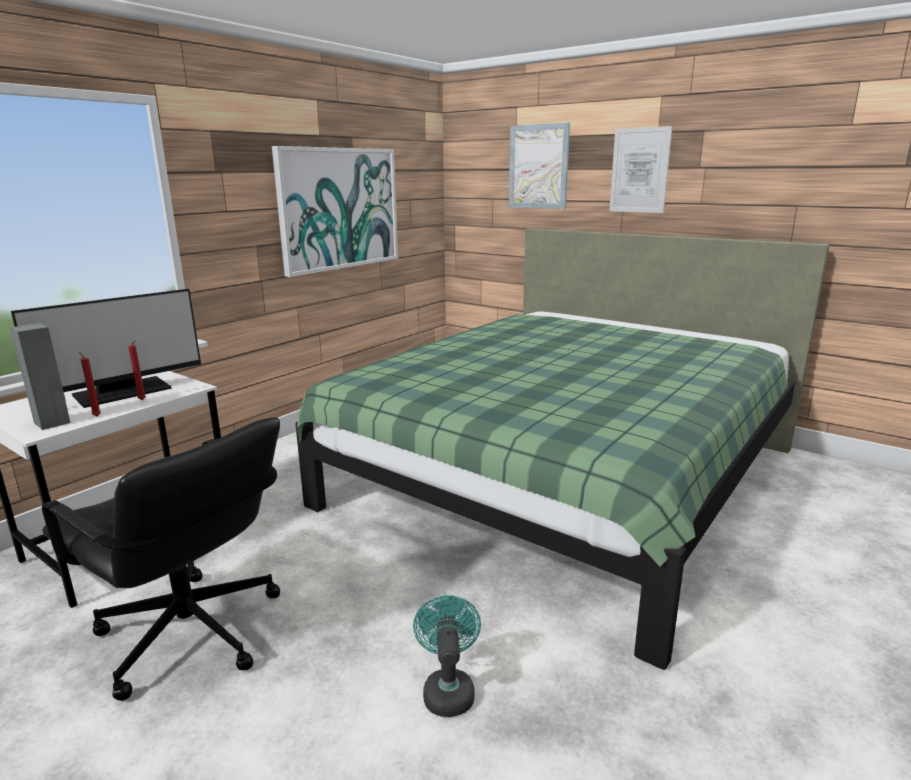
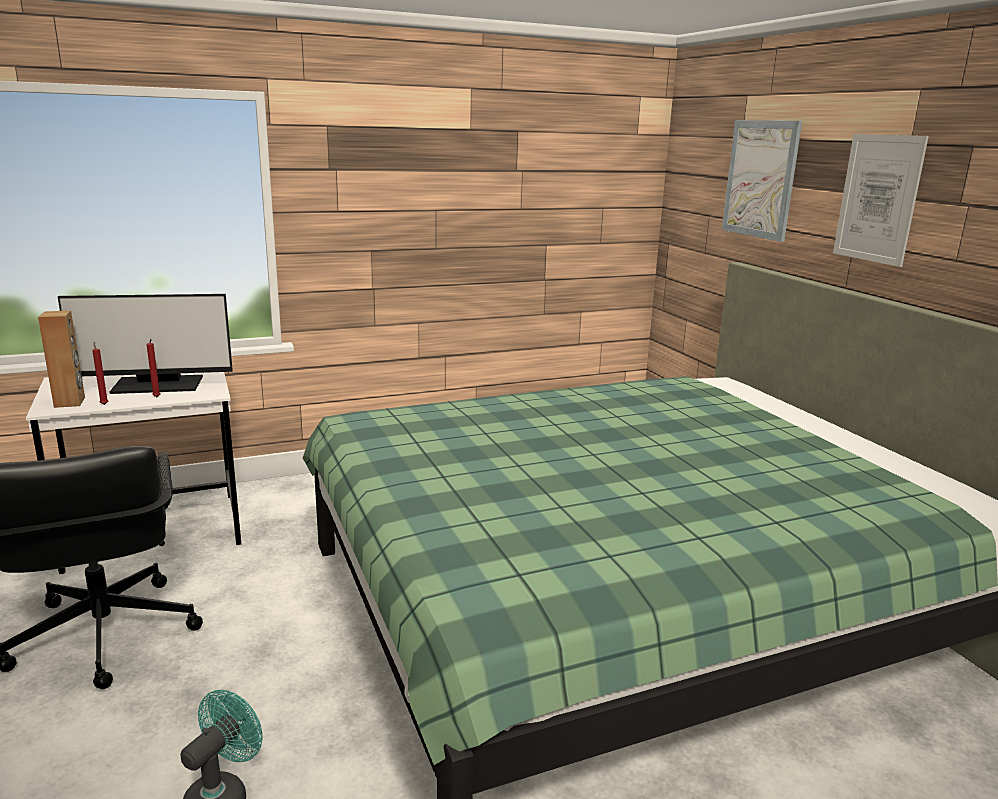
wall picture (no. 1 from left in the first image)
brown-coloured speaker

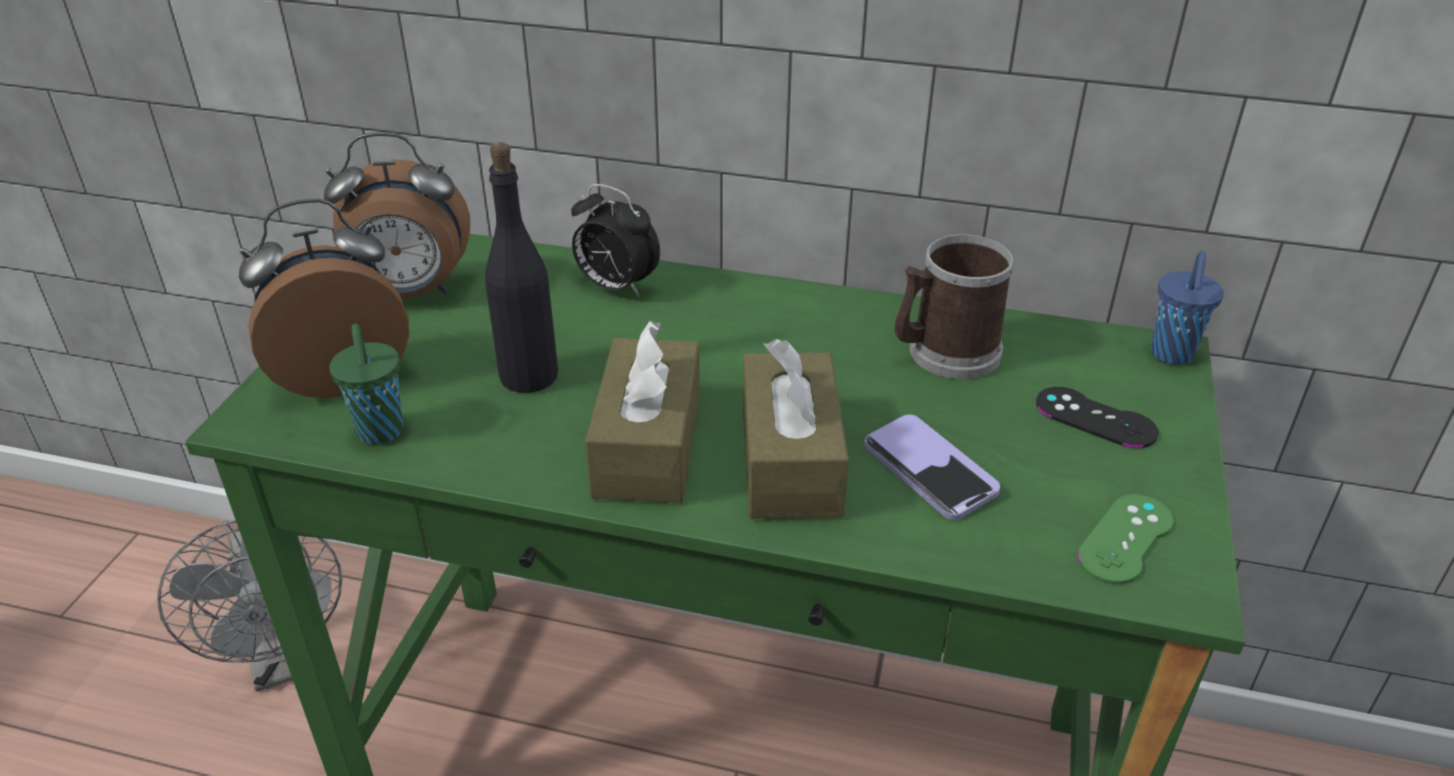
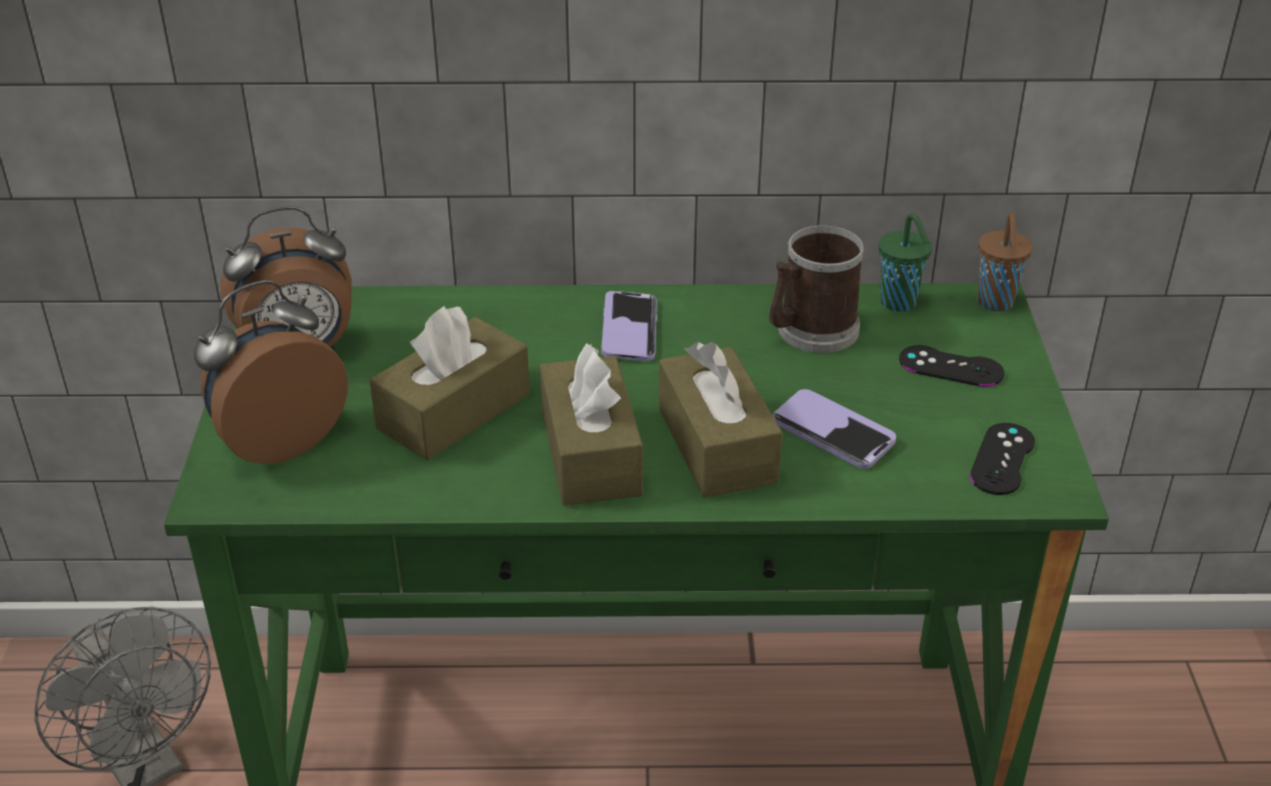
alarm clock (no. 3 from left in the first image)
handset (no. 1 from left)
green small cup
brown-coloured tissue holder (no. 1 from left)
black-coloured game controller (no. 2 from left)
brown-coloured small cup

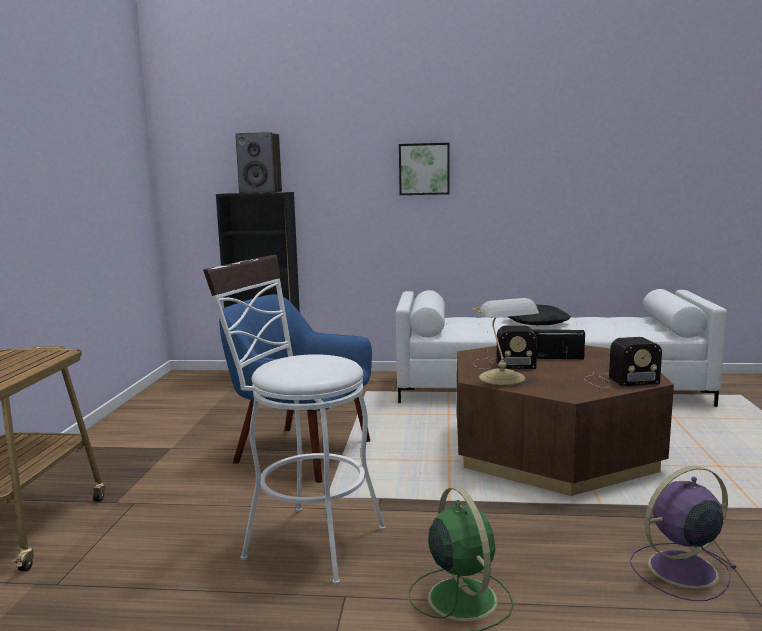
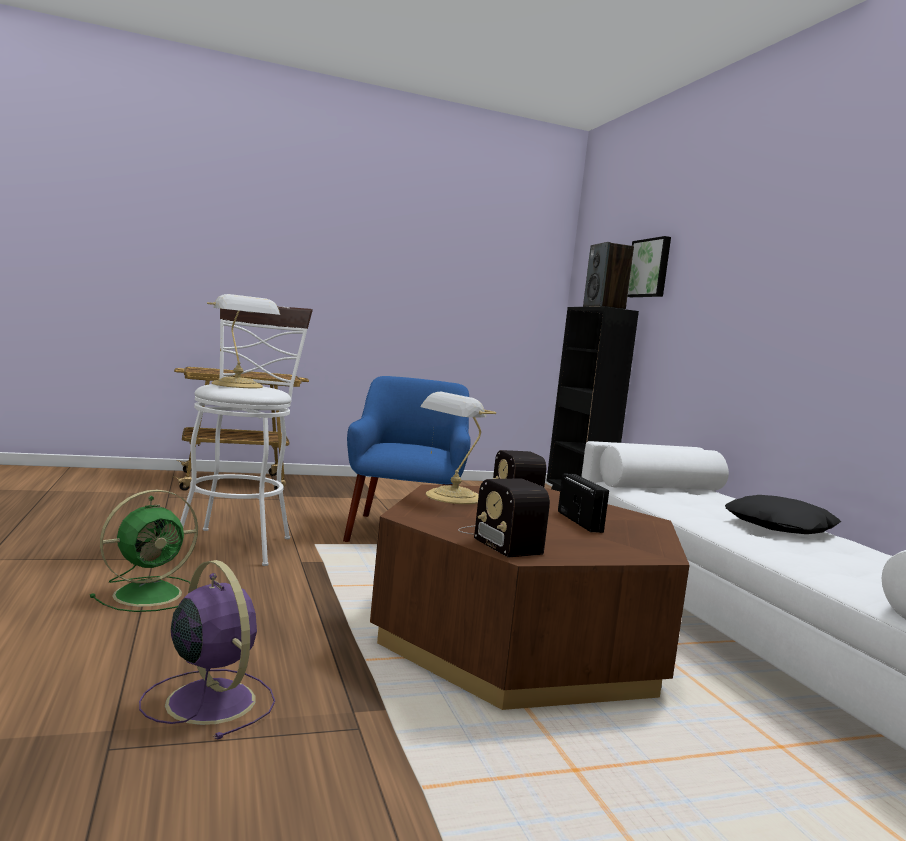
table lamp (no. 1 from left)
wall picture

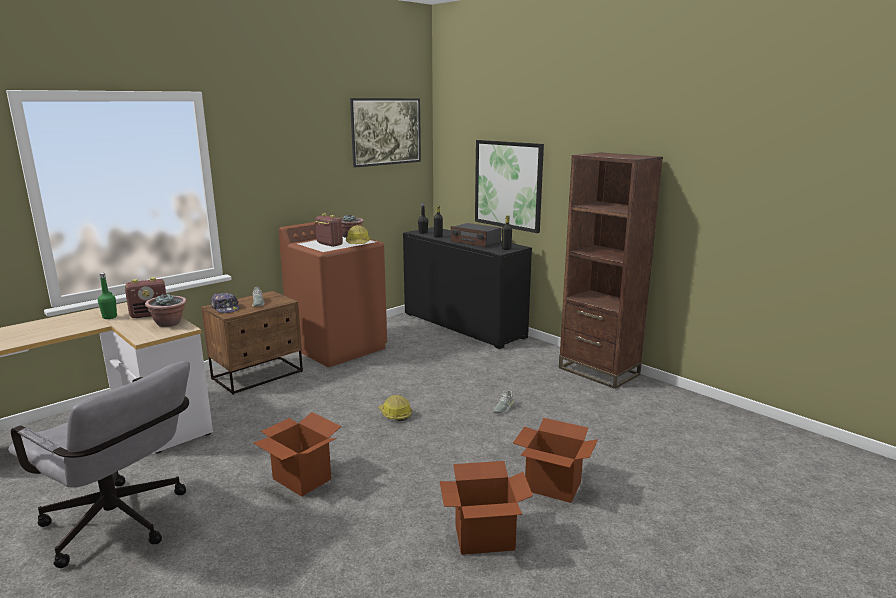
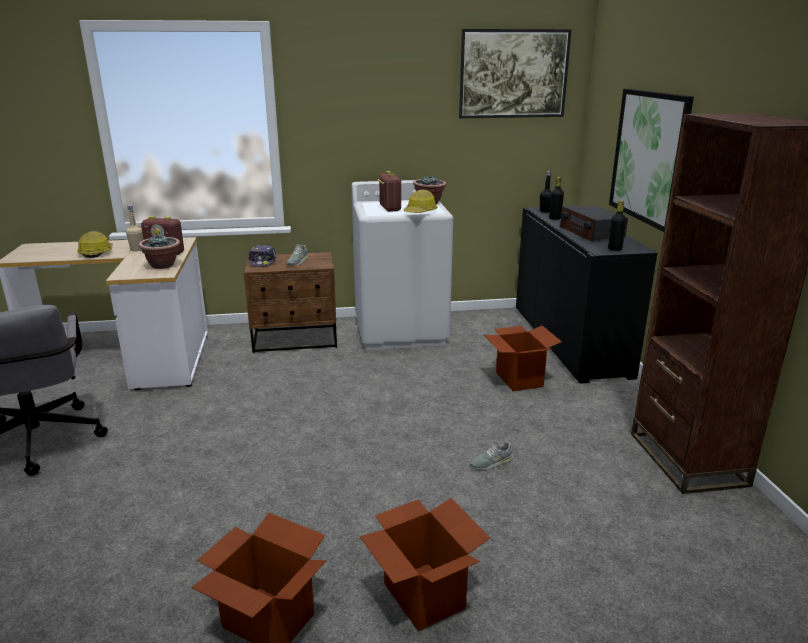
packing box (no. 3 from left)
work helmet (no. 1 from left)
beige beverage bottle
white washing machine

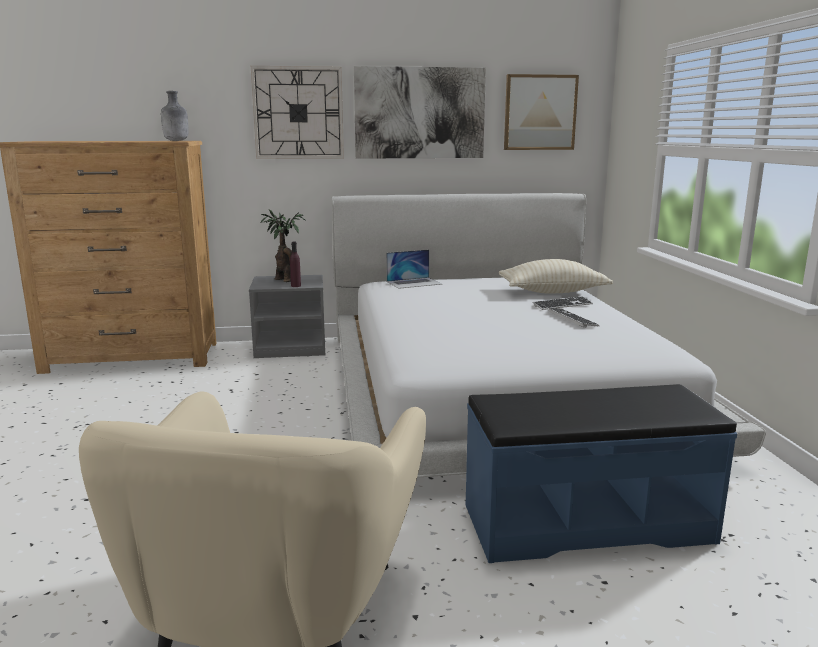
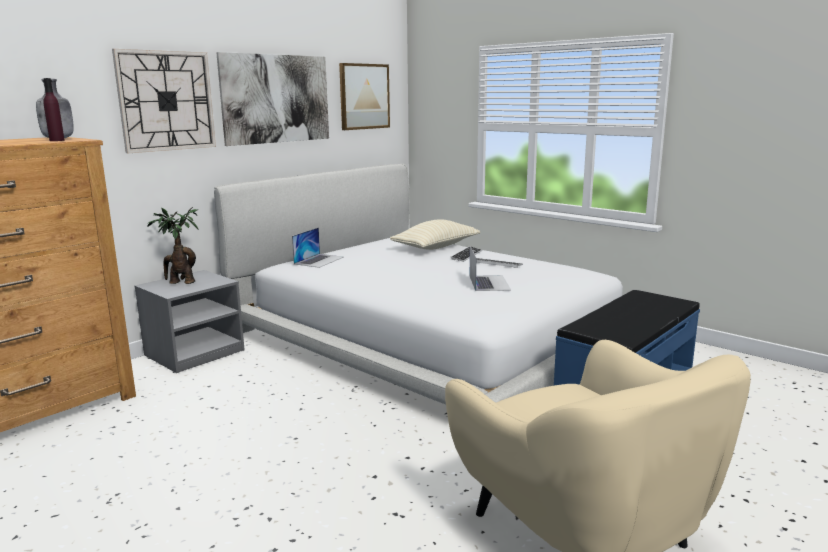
portable computer (no. 2 from left)
purple-coloured beverage bottle

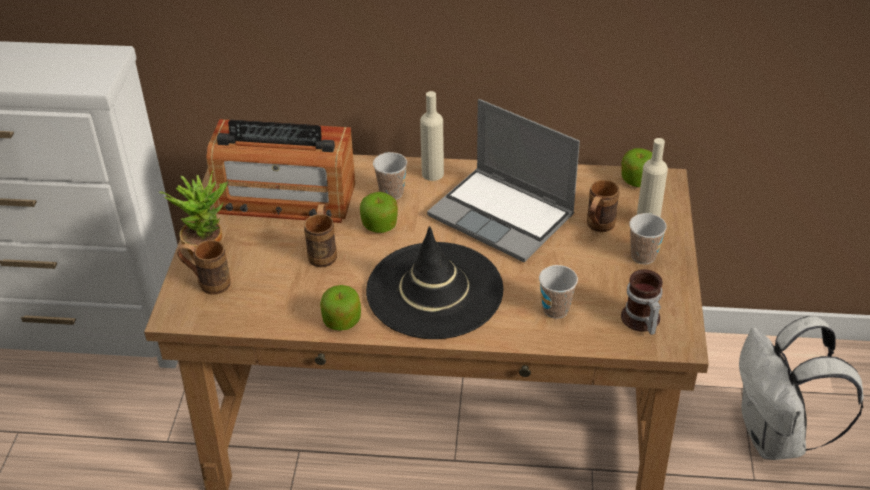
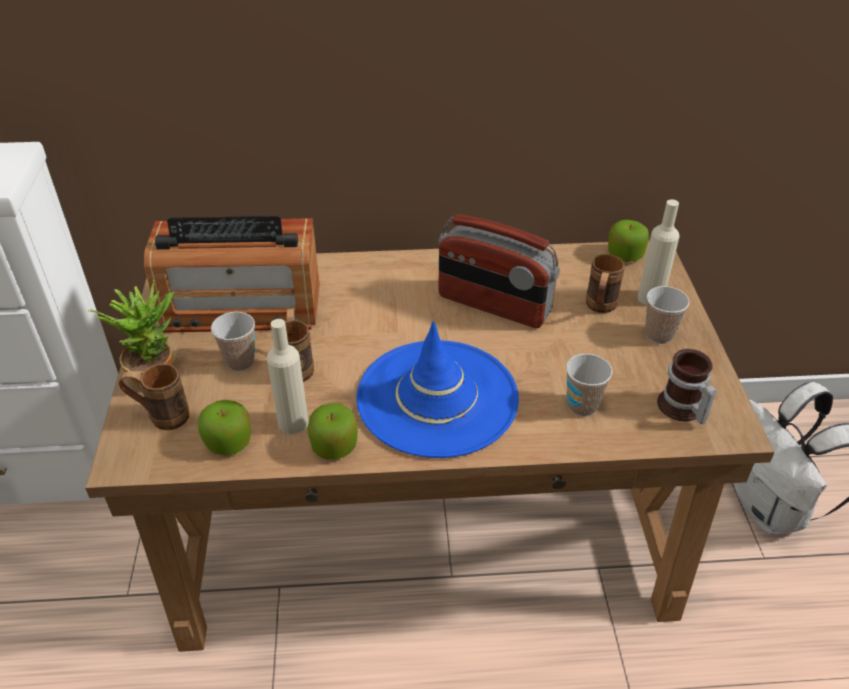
whole apple (no. 1 from left)
small cup (no. 1 from left)
beige beverage bottle (no. 1 from left)
radio receiver (no. 2 from left)
bluish wearable hat

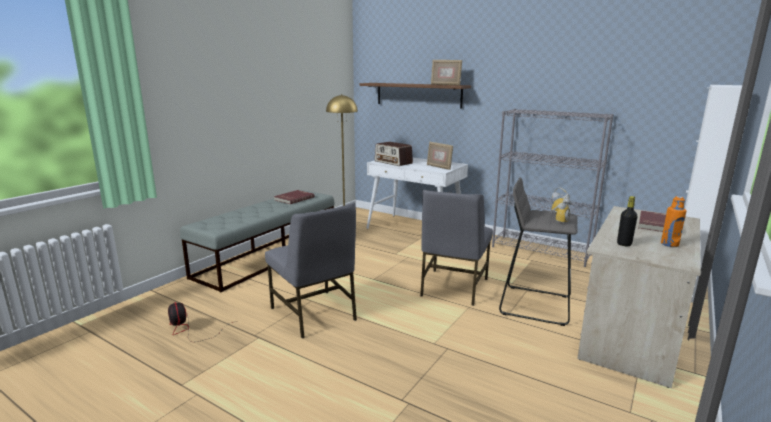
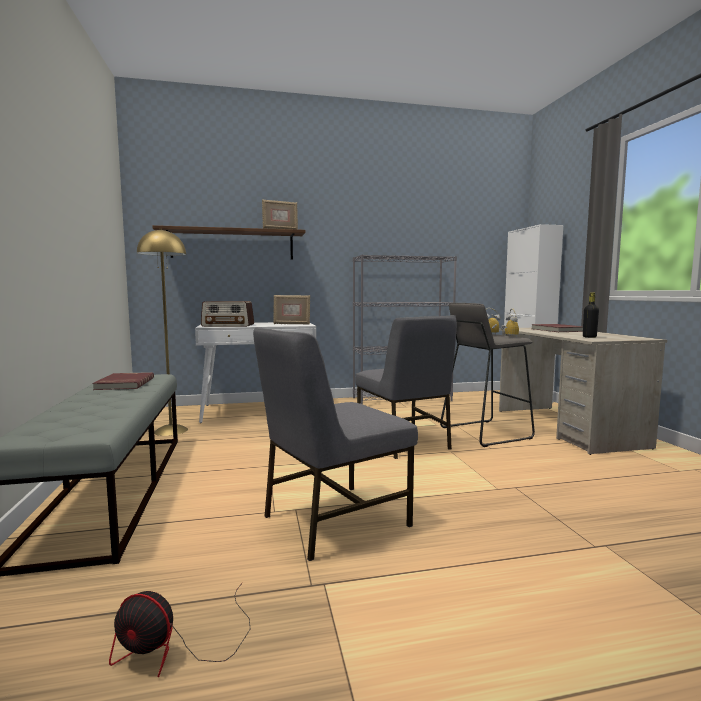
orangey beverage bottle
grey plain chair (no. 1 from left)

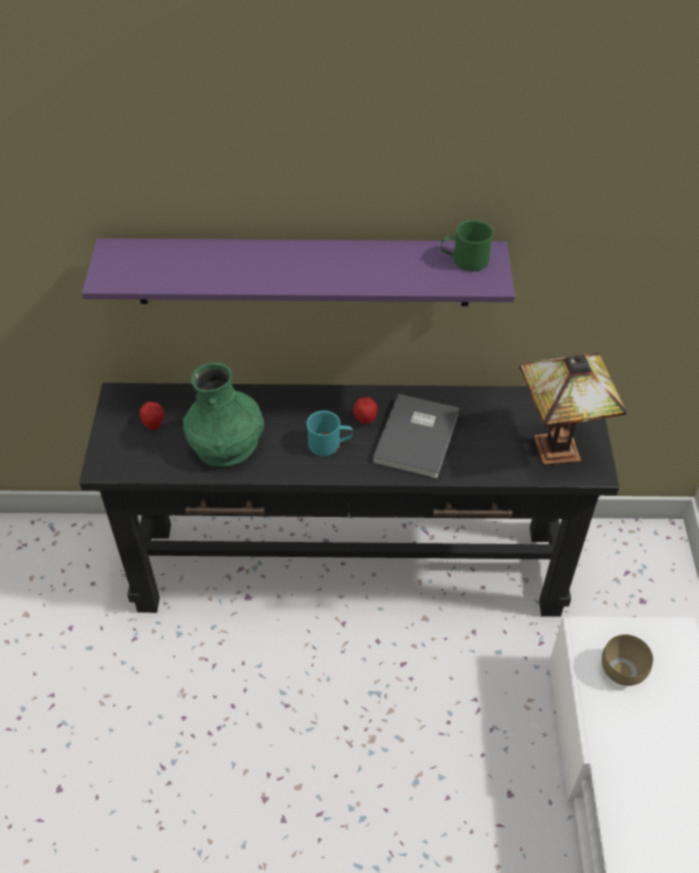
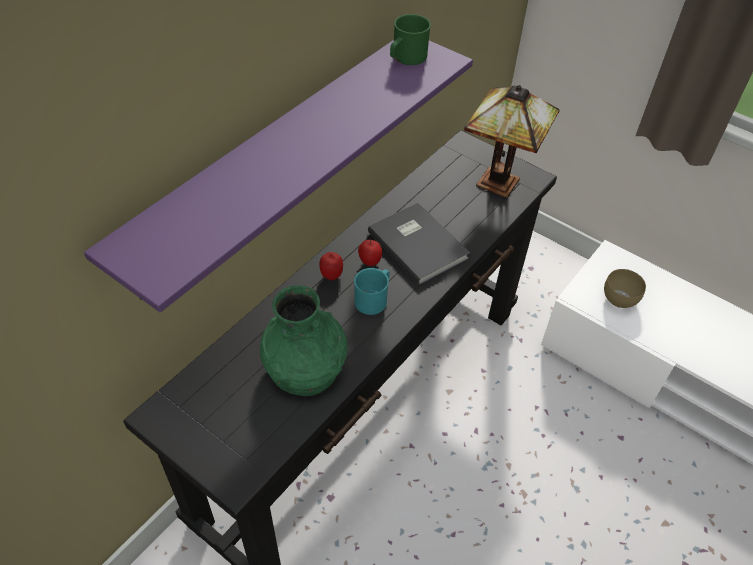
whole apple (no. 1 from left)

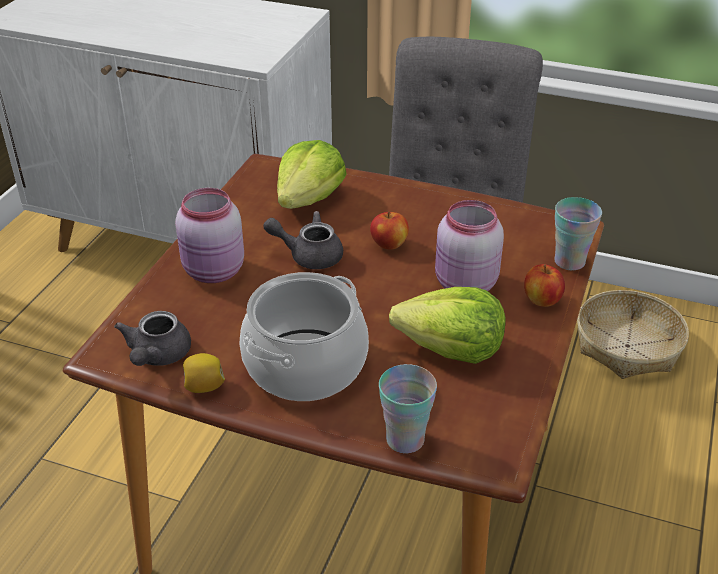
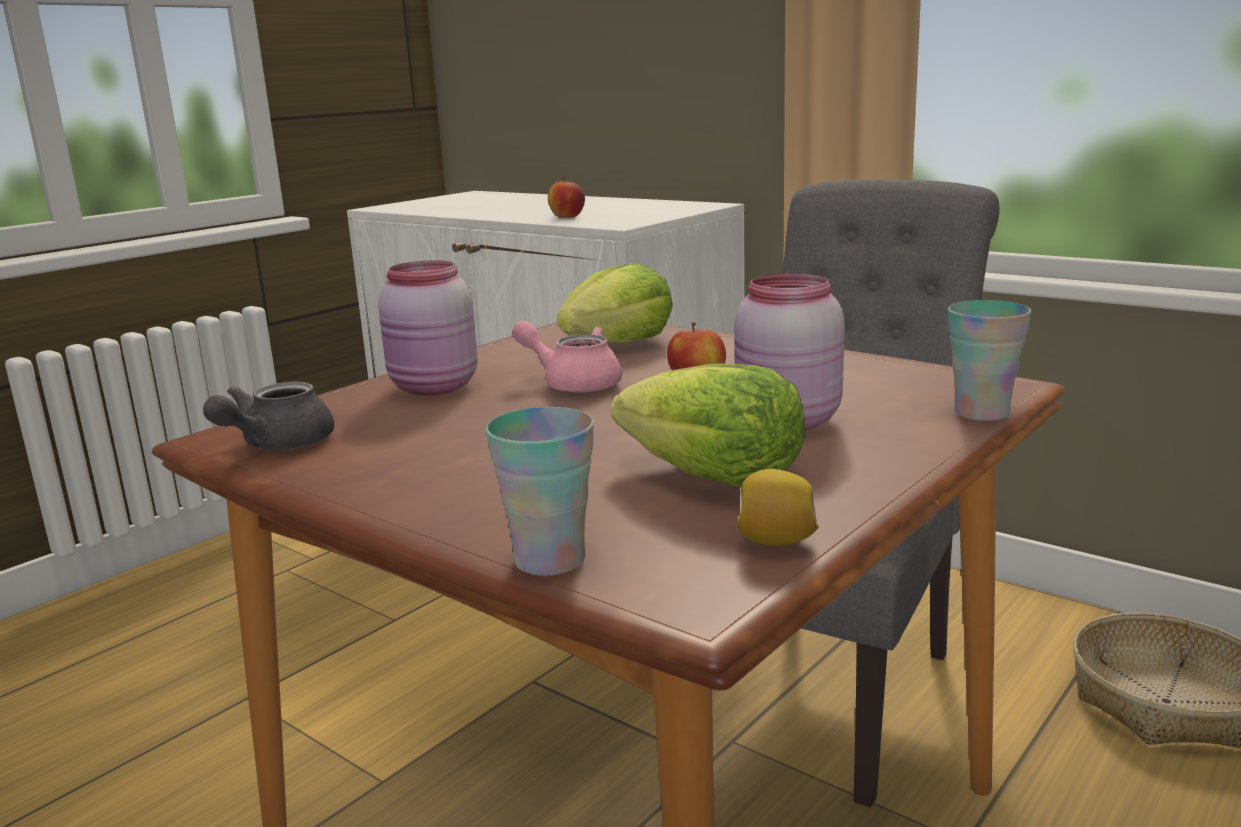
stockpot
lemon
whole apple (no. 1 from left)
pink tea pot

